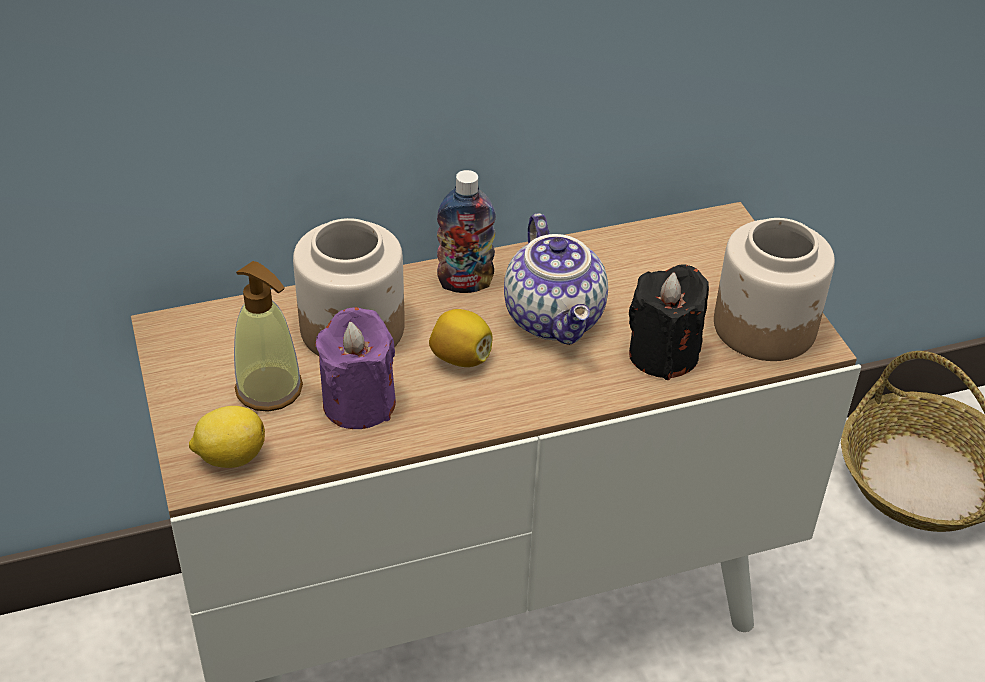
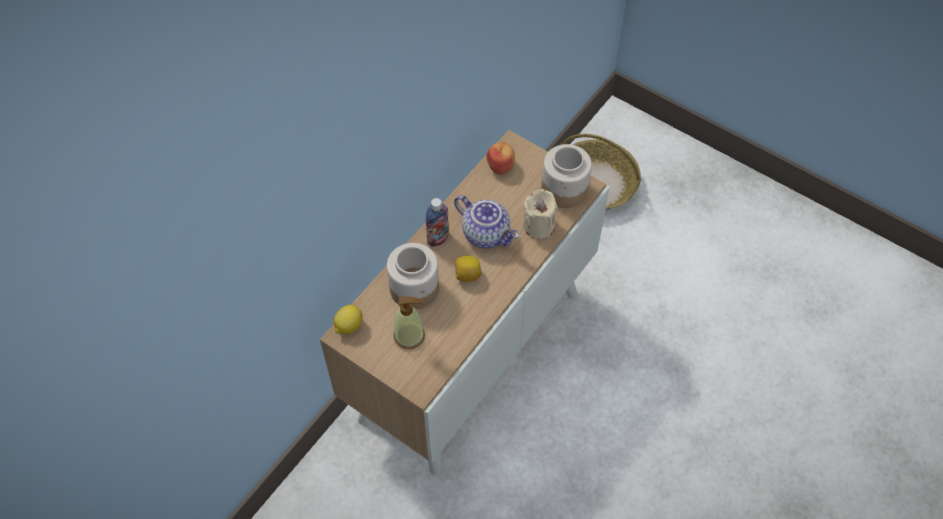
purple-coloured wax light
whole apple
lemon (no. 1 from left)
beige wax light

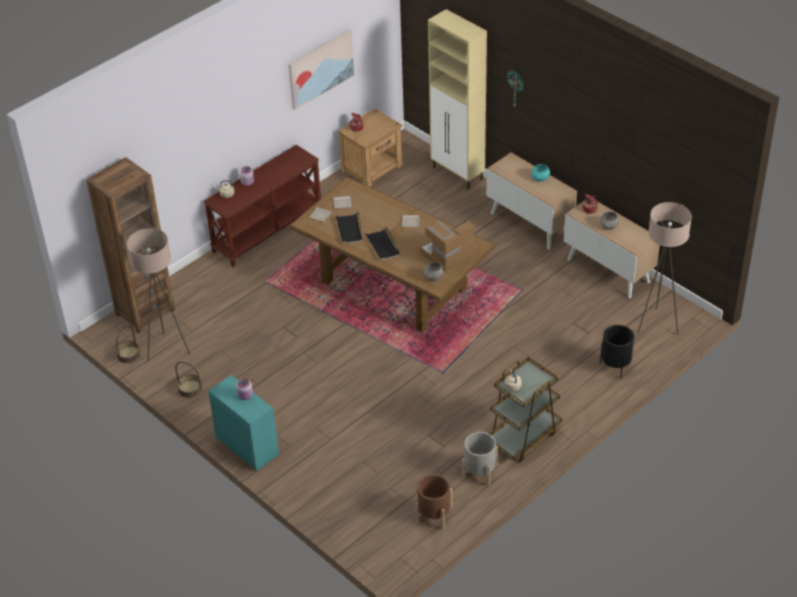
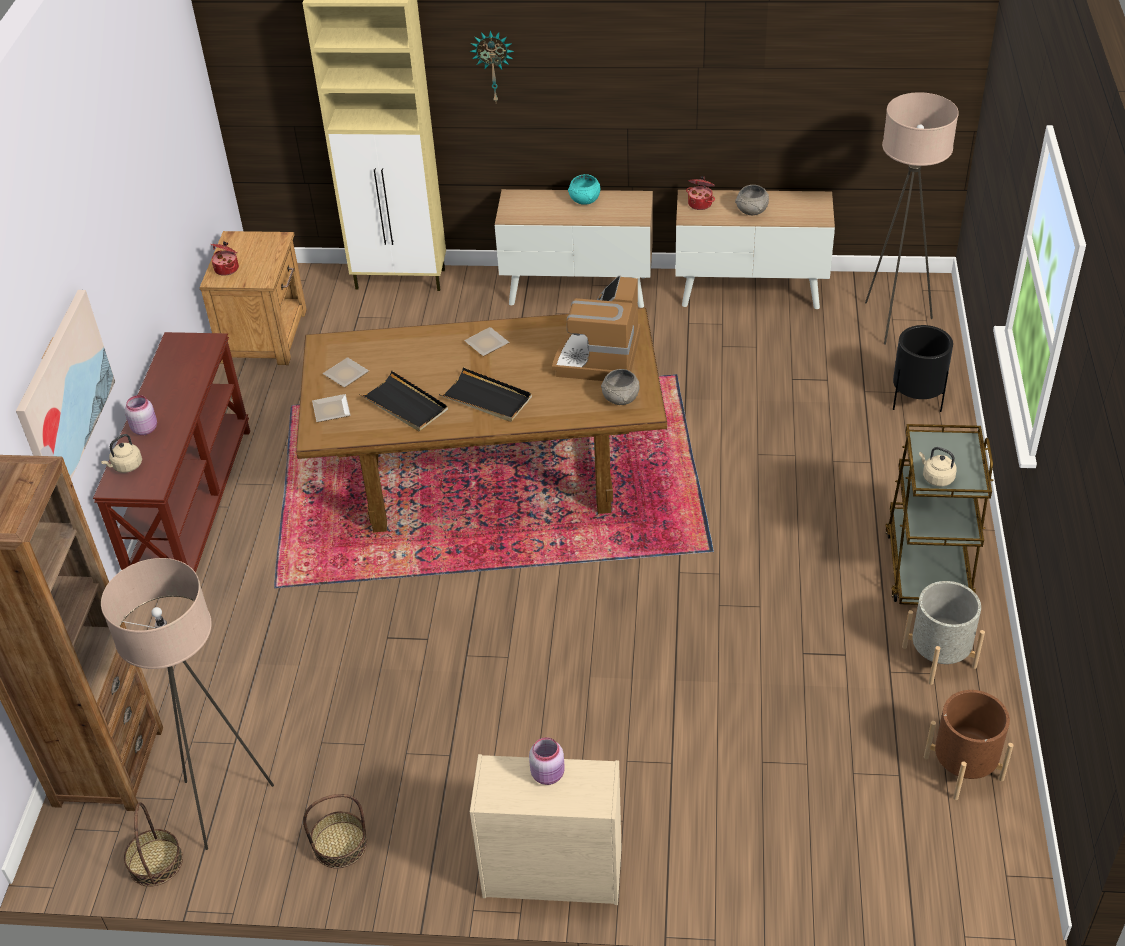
wall picture
beige chest of drawers

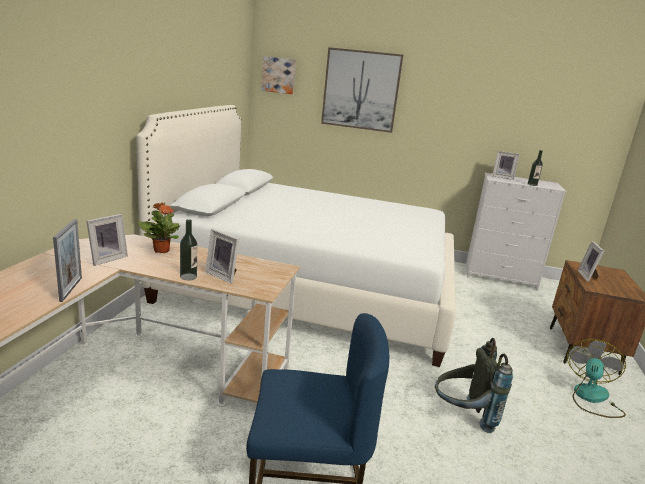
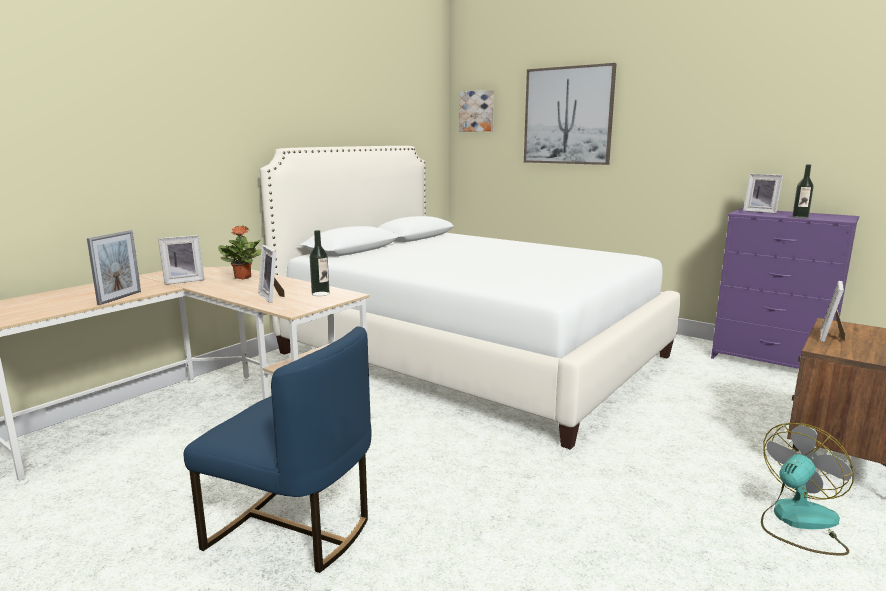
grey backpack
beverage bottle (no. 1 from left)
purple-coloured chest of drawers

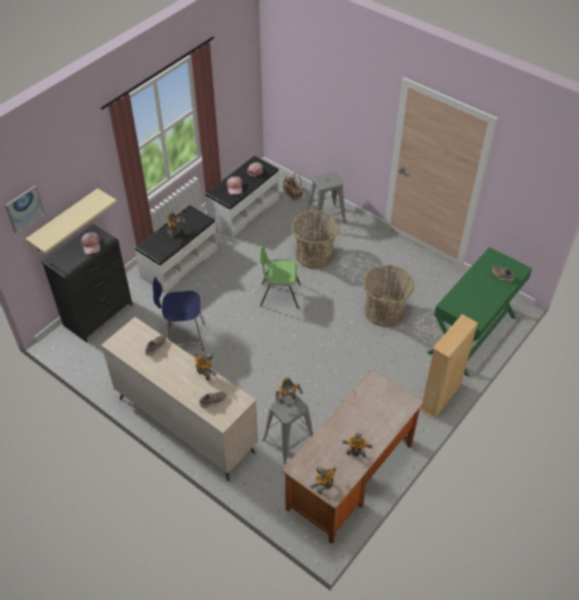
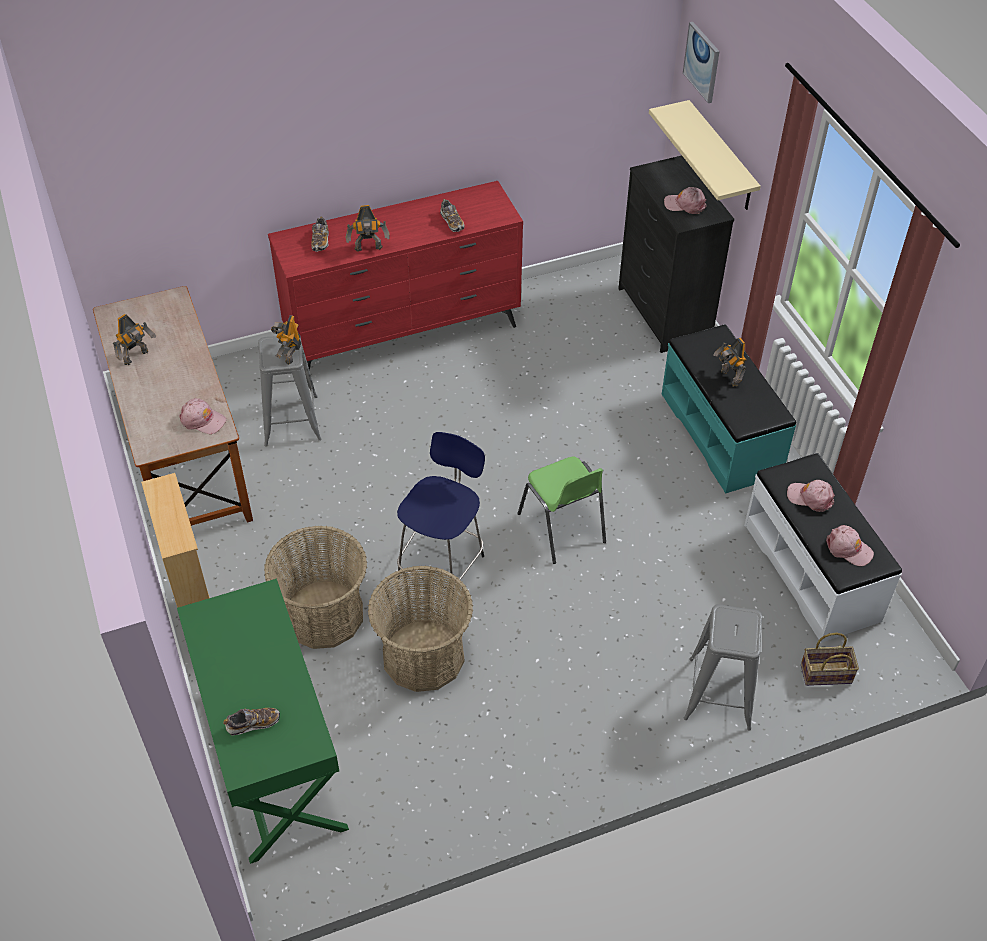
toy robot (no. 4 from left in the first image)
pink baseball cap (no. 1 from left)
bluish sitting stool
household basket (no. 1 from left)
reddish chest of drawers
turquoise-coloured indoor bench
green plain chair

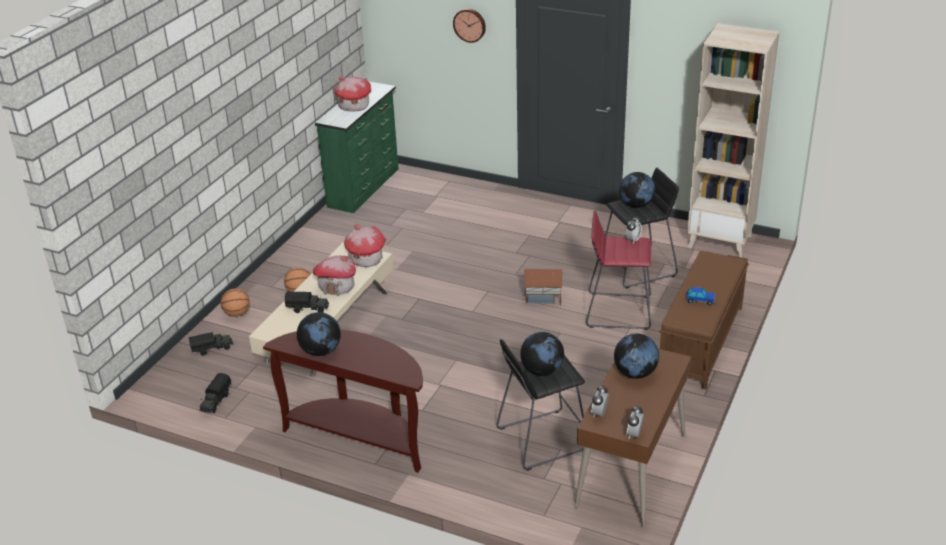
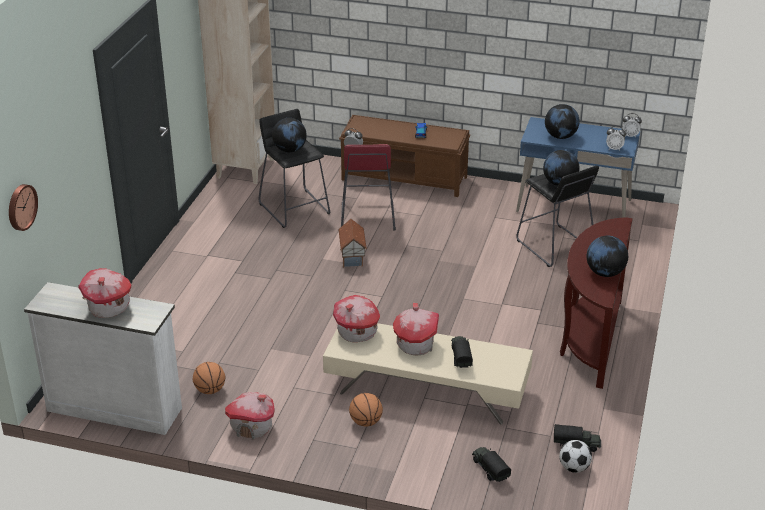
miniature house (no. 2 from left)
ball for football
basketball (no. 1 from left)
wall clock
white chest of drawers
bluish desk

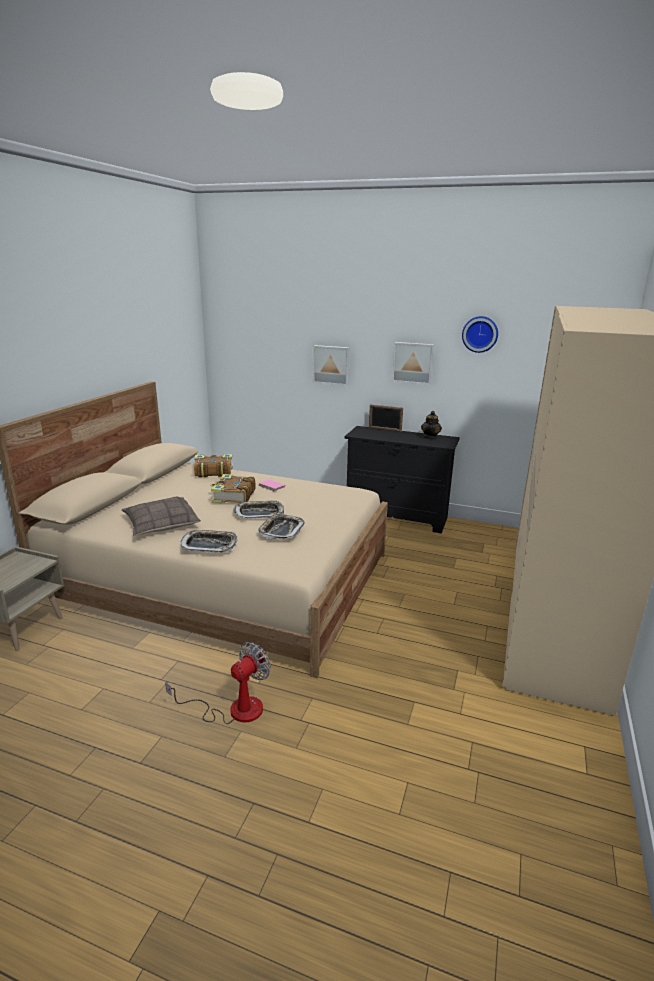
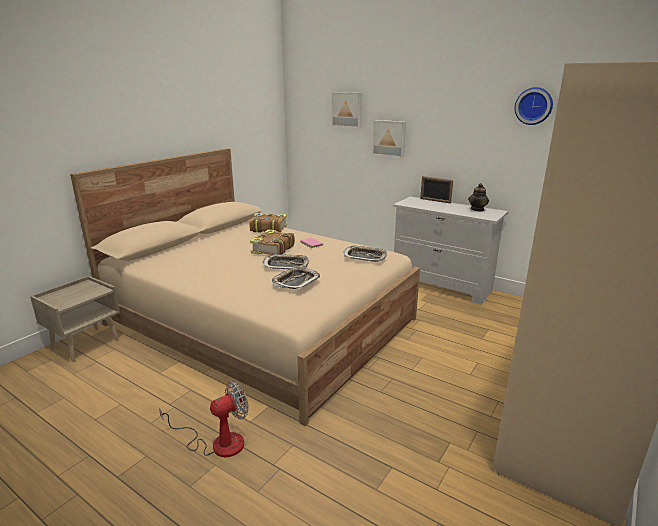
pillow
carrying tray (no. 3 from left)
wall picture (no. 1 from left)
white chest of drawers

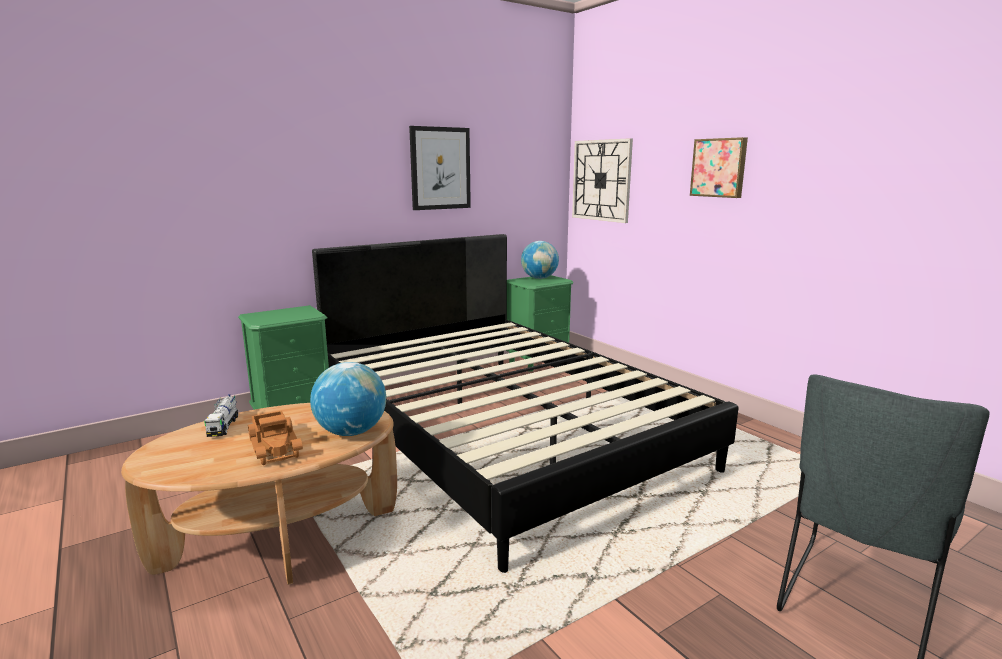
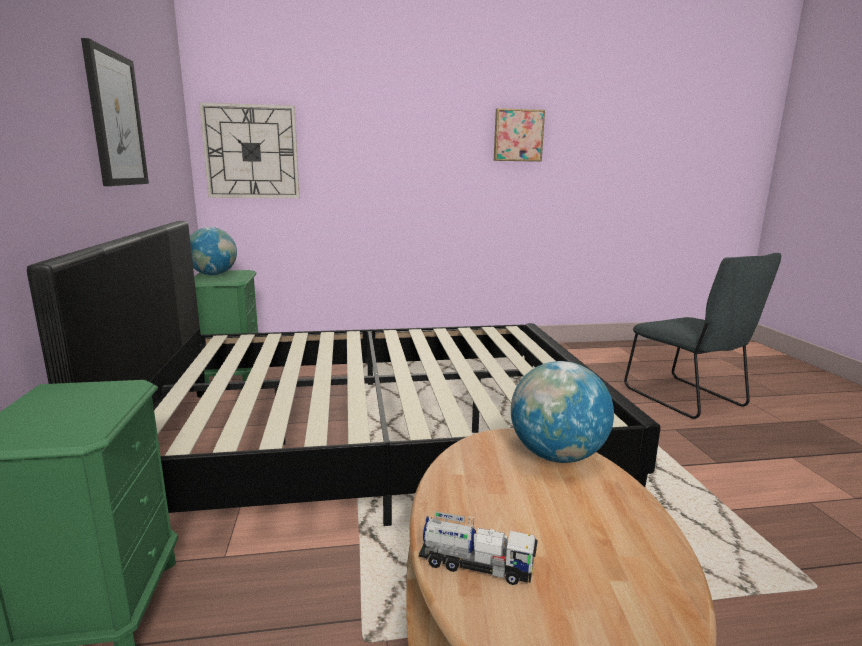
toy truck (no. 2 from left in the first image)
wall picture (no. 2 from left)

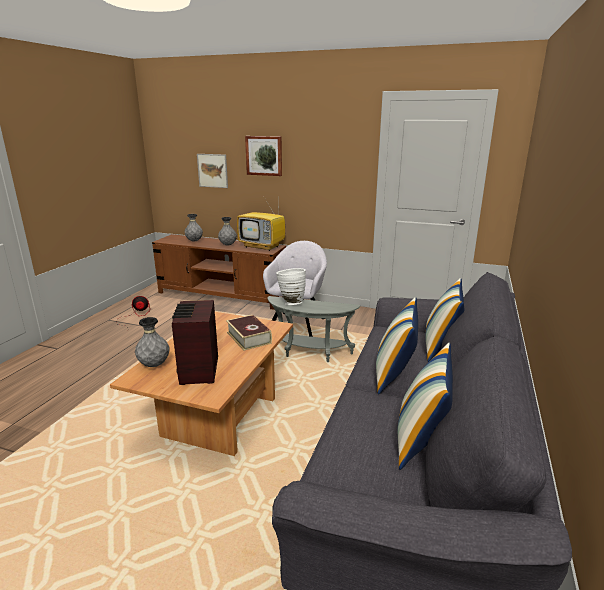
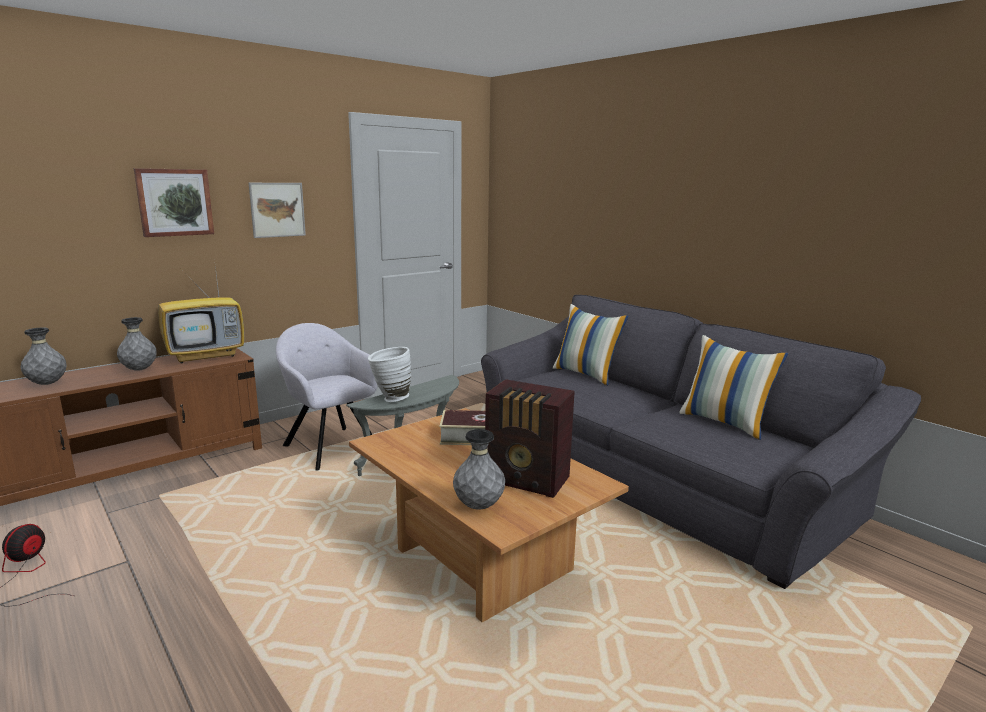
pillow (no. 1 from left in the first image)
wall picture (no. 2 from left)

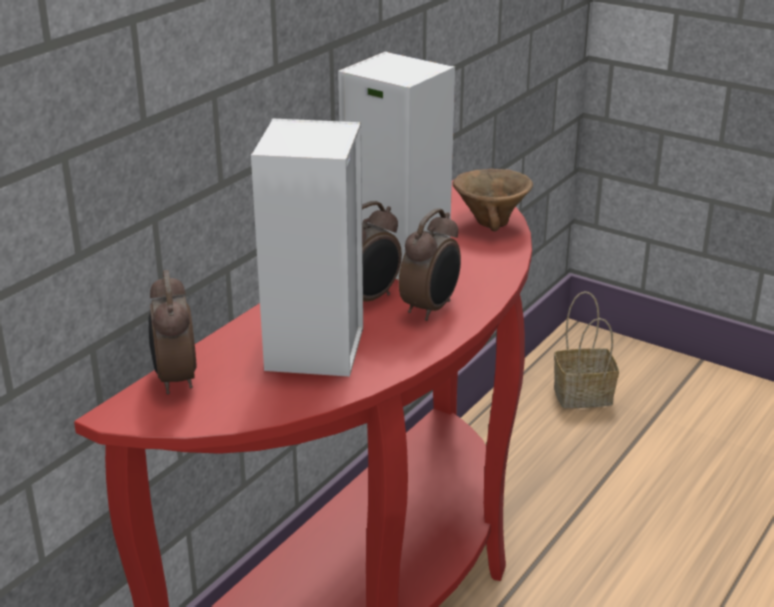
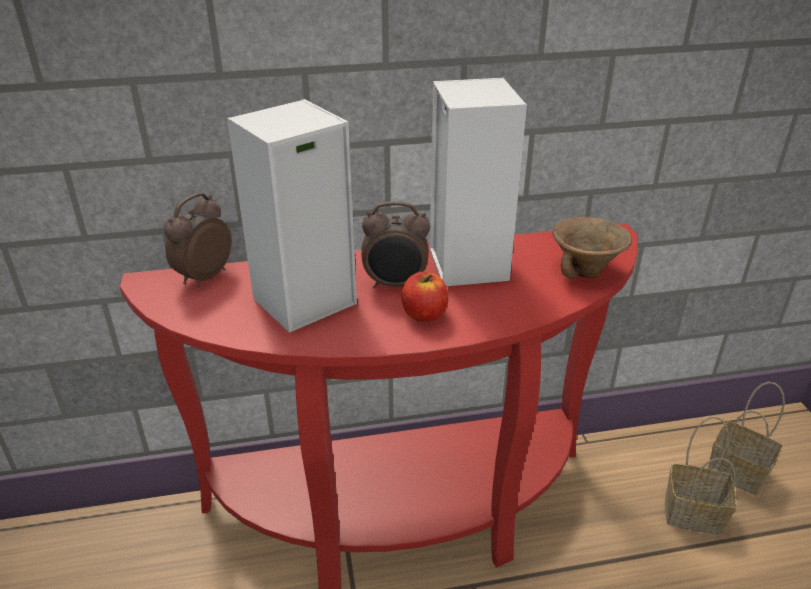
household basket (no. 1 from left)
whole apple

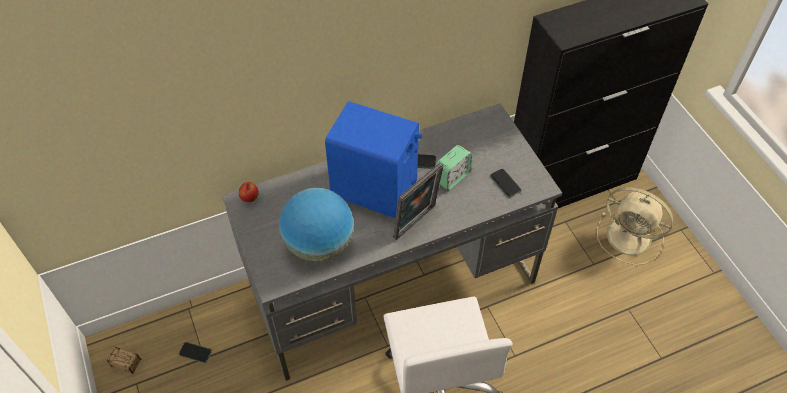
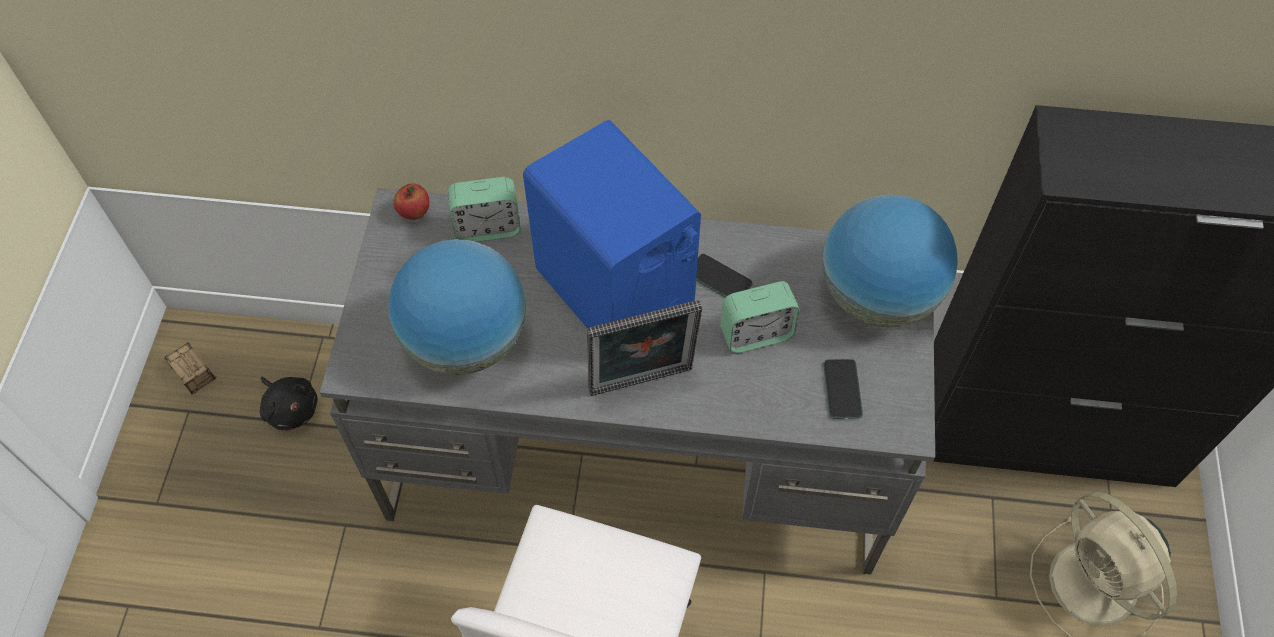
alarm clock (no. 1 from left)
desk globe (no. 2 from left)
black-coloured soft toy

